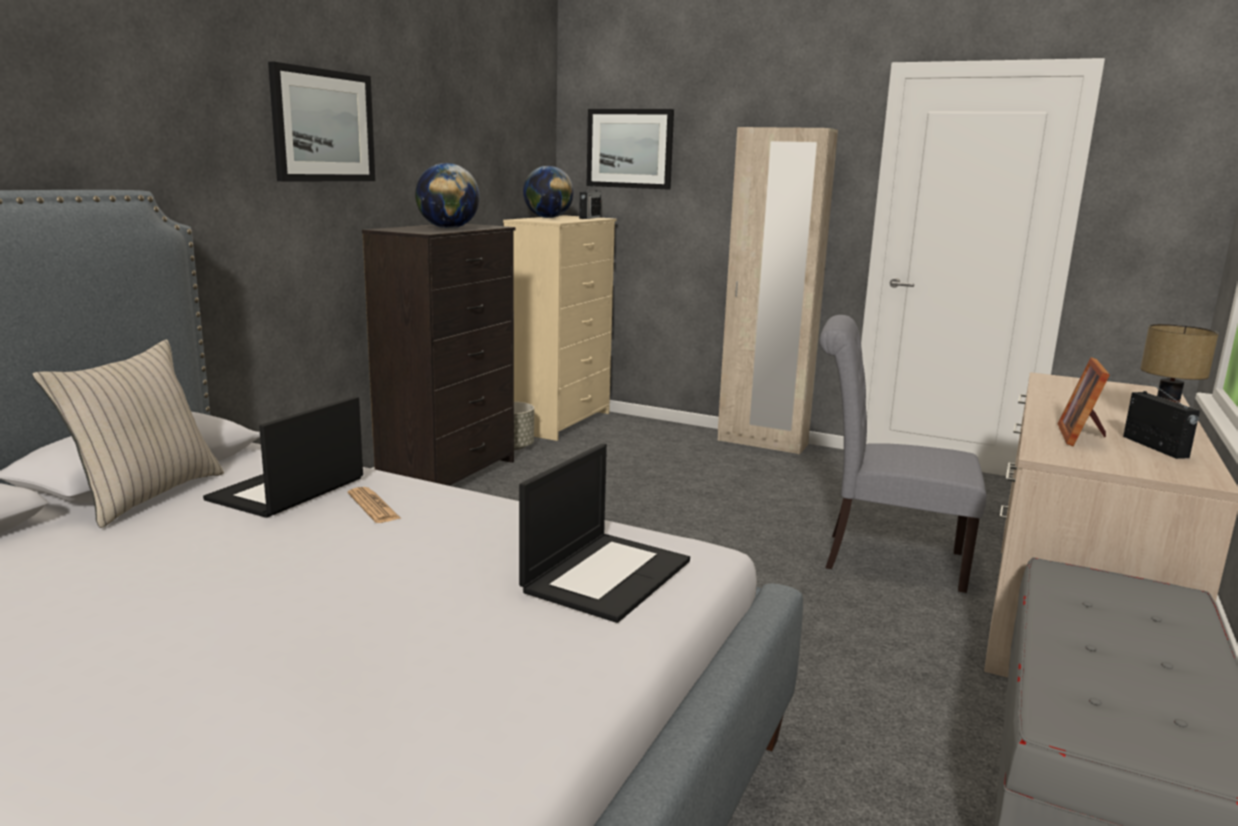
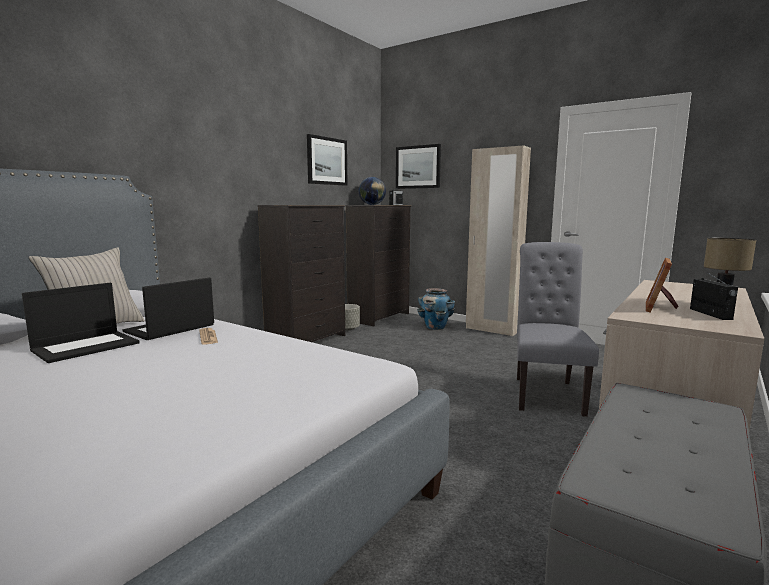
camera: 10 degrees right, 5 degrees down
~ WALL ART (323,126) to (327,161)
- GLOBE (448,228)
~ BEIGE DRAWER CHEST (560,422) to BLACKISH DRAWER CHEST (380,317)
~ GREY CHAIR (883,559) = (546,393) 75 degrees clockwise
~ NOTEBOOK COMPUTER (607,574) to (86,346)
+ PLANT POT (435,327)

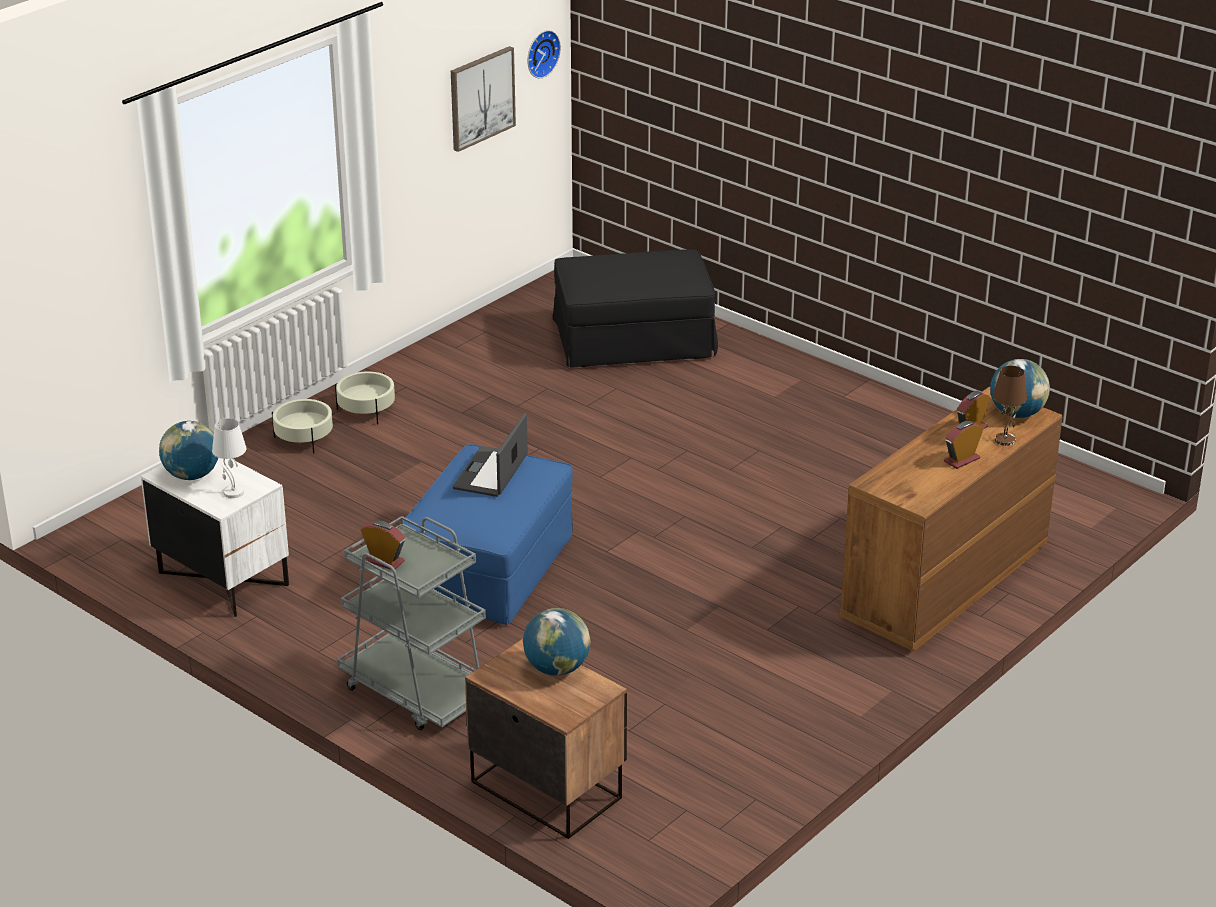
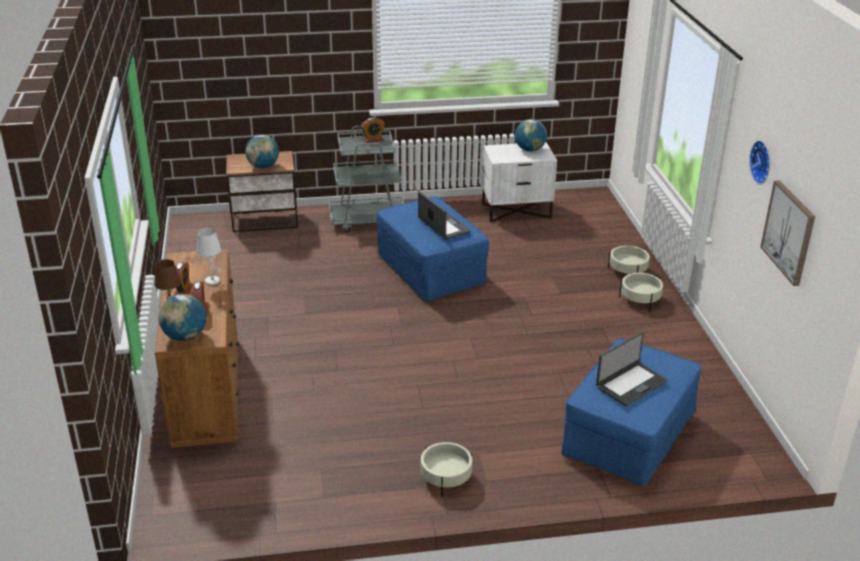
camera: 130 degrees right, 0 degrees up
~ WALL CLOCK (540,53) to (763,162)
~ BLACKISH FOOTREST (634,341) to BLUISH FOOTREST (627,435)
~ WHITE TABLETOP LAMP (233,492) to (213,281)
+ NOTEBOOK COMPUTER (630,384)
+ BEIGE PLANT POT (446,478)

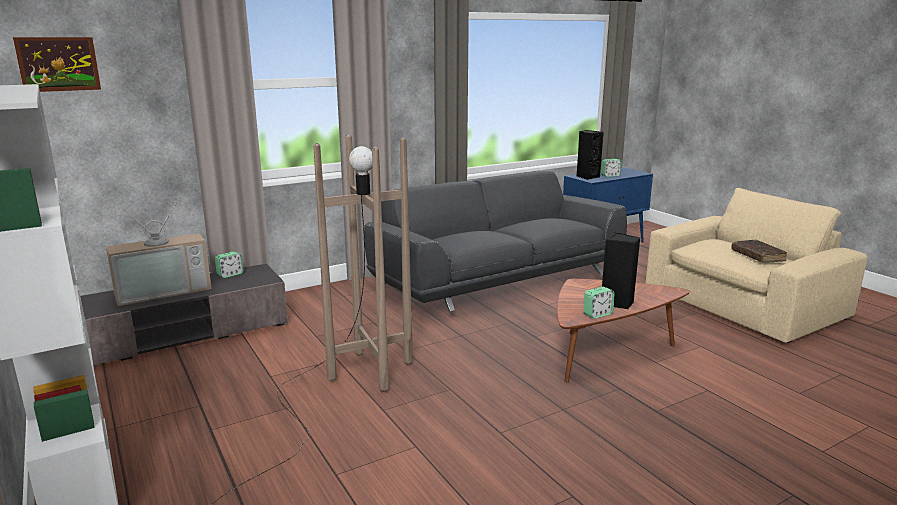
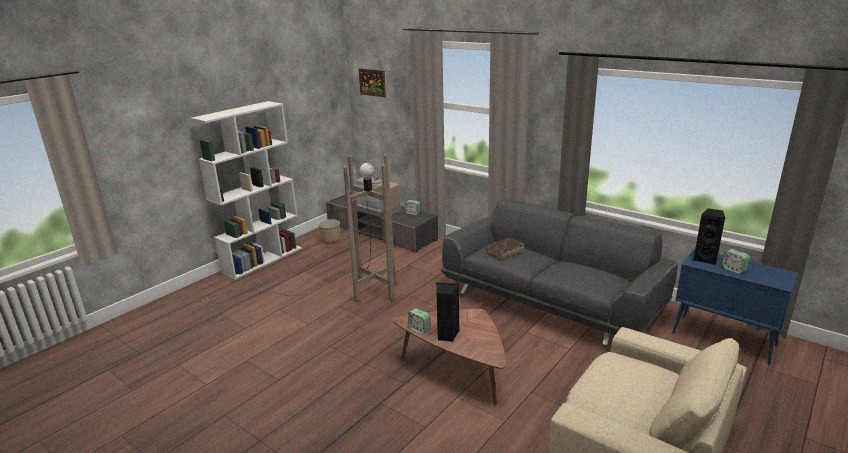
camera: 70 degrees right, 5 degrees up
~ BROWN-COLOURED BOUND BOOK (757,256) to (505,251)
+ PLANT POT (330,240)

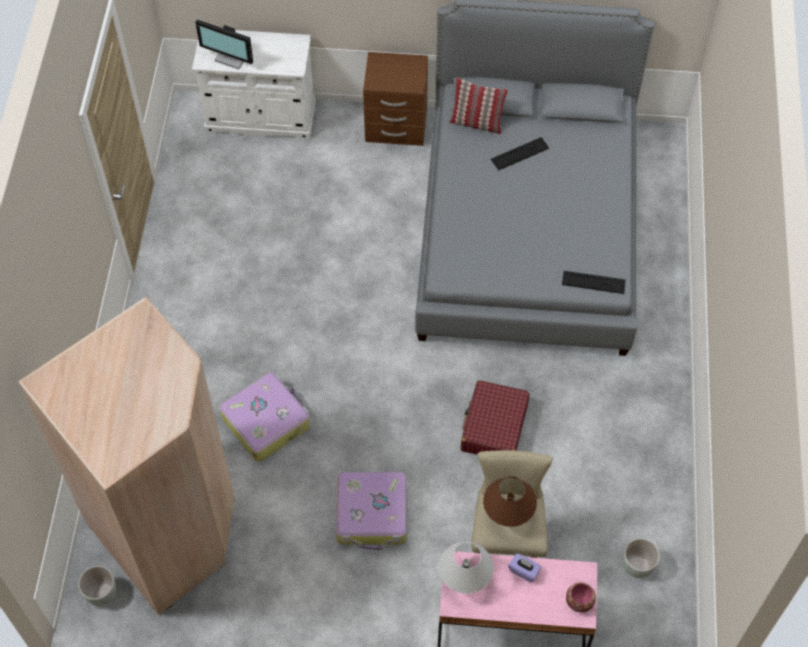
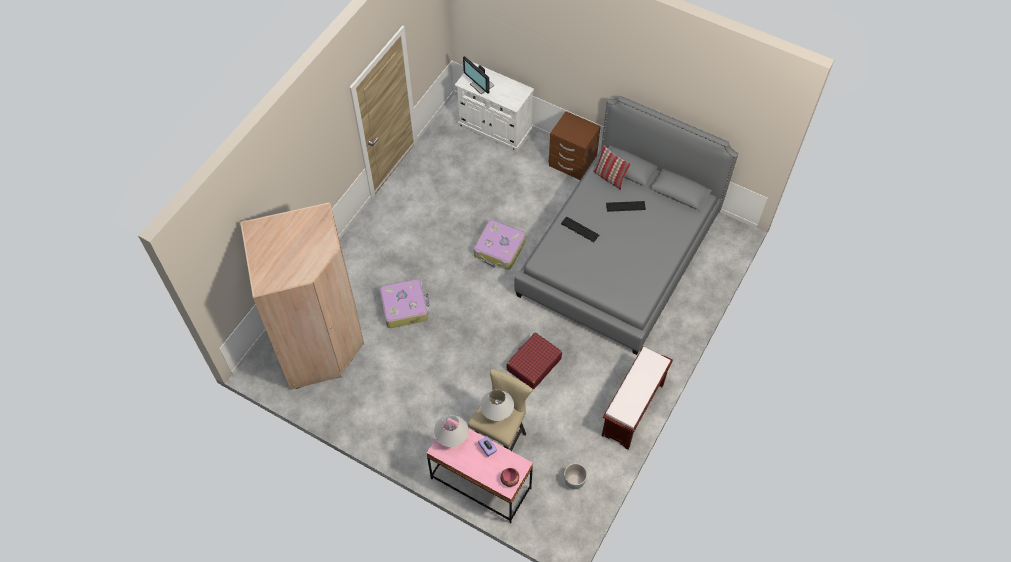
camera: 25 degrees right, 0 degrees up
~ PC KEYBOARD (593,282) to (579,229)
~ SUITCASE (372,514) to (499,249)
~ BROWN-COLOURED TABLETOP LAMP (508,513) to WHITE TABLETOP LAMP (497,412)
- GREY PLANT POT (102,593)
+ BROWN-COLOURED INDOOR BENCH (632,411)

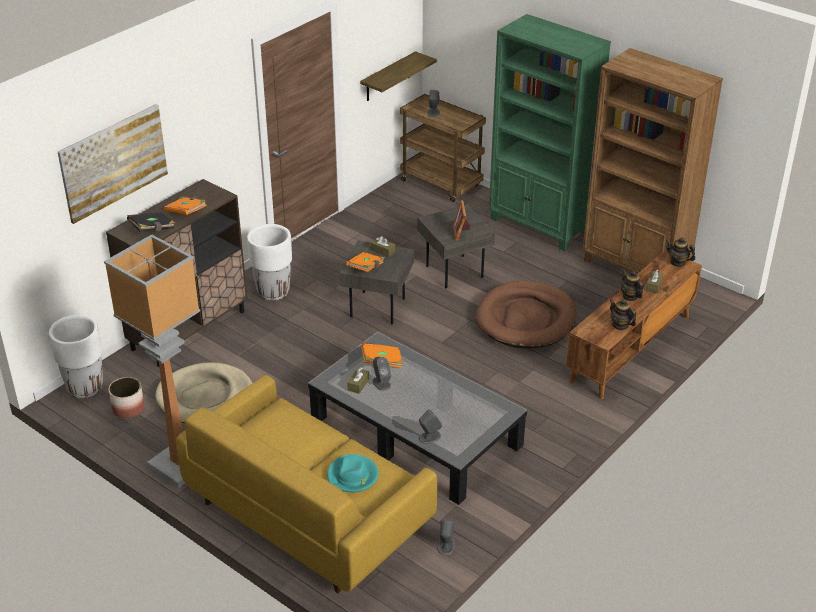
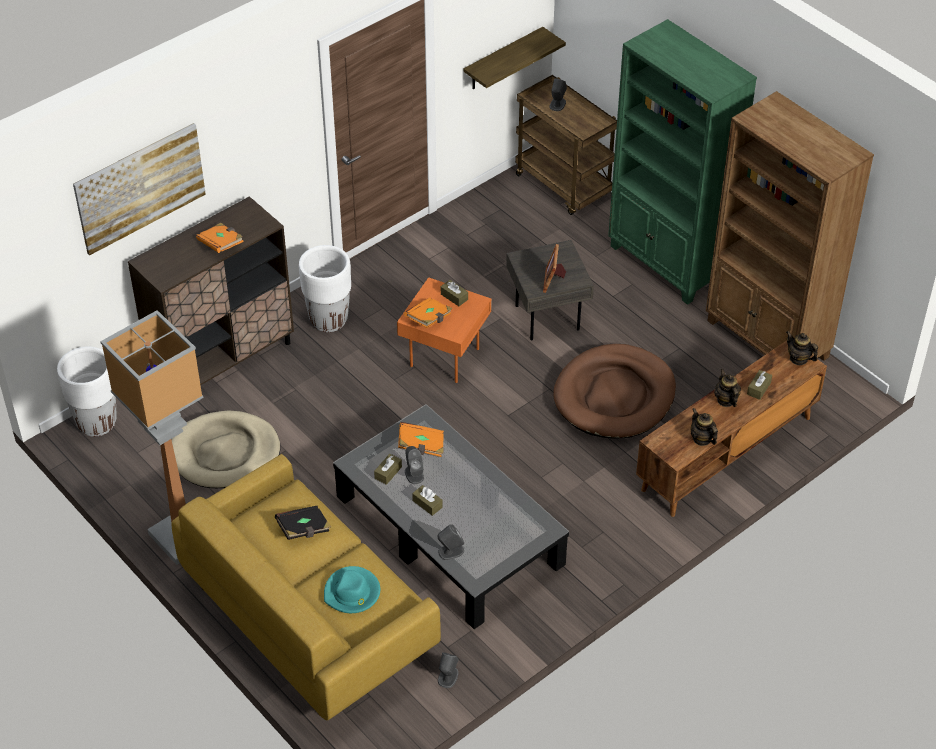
camera: 10 degrees right, 10 degrees up
~ BLACKISH BOUND BOOK (152,229) to (304,529)
~ GREY END TABLE (378,308) to ORANGE-COLOURED END TABLE (445,359)
- PLANT POT (128,408)
+ BROWN-COLOURED TISSUE HOLDER (427,504)

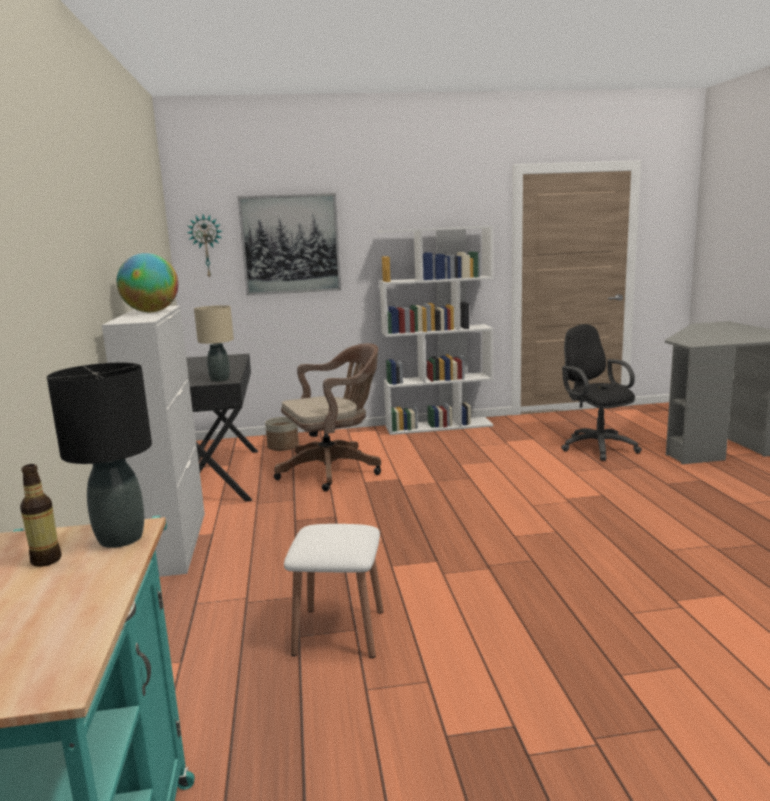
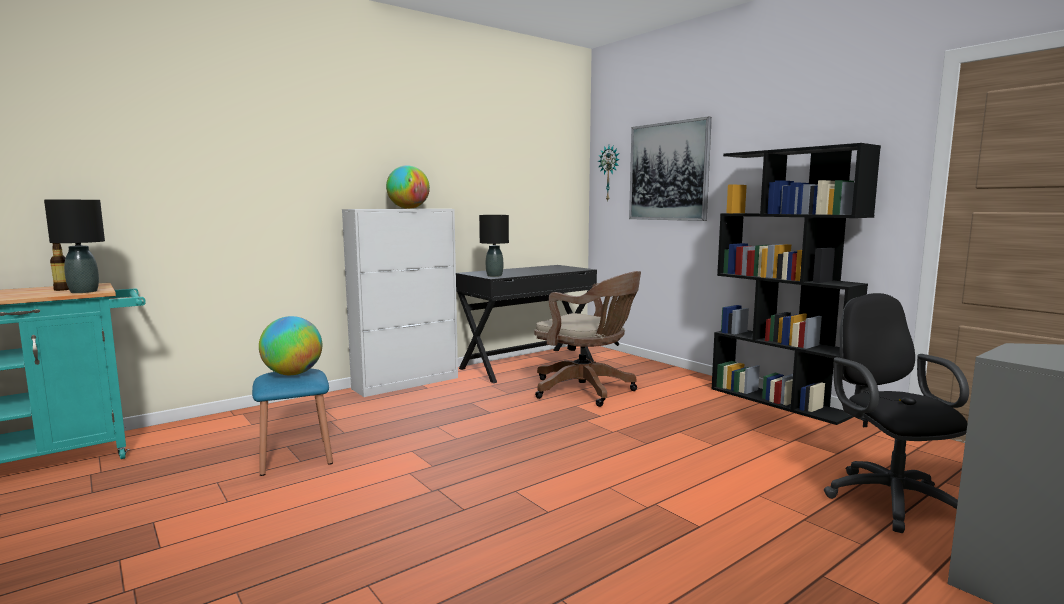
camera: 60 degrees right, 5 degrees down
~ WHITE SHELVING UNIT (439,426) to BLACKISH SHELVING UNIT (779,401)
~ BEIGE TABLETOP LAMP (220,379) to BLACKISH TABLETOP LAMP (494,276)
~ BLACKISH DESK CHAIR (596,447) = (887,498) 45 degrees counterclockwise
- PLANT POT (283,446)
~ WHITE STOOL (339,632) to BLUISH STOOL (295,456)
+ GLOBE (292,374)

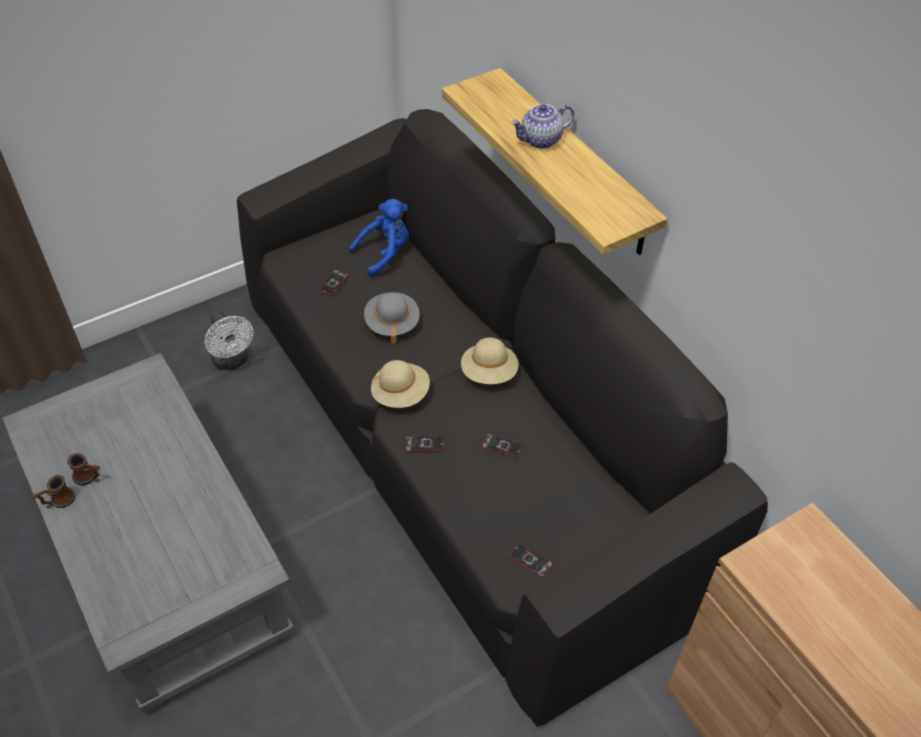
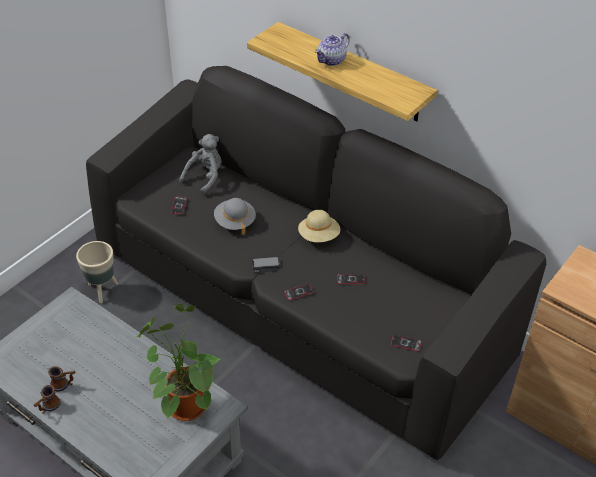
camera: 20 degrees left, 5 degrees down
~ BLUISH PLUSH TOY (385,253) to GREY PLUSH TOY (205,177)
~ WHITE FAN (232,361) to BEIGE PLANT POT (102,290)
~ BEIGE WEARABLE HAT (400,394) to HANDSET (266,265)
+ HOUSEPLANT (183,404)

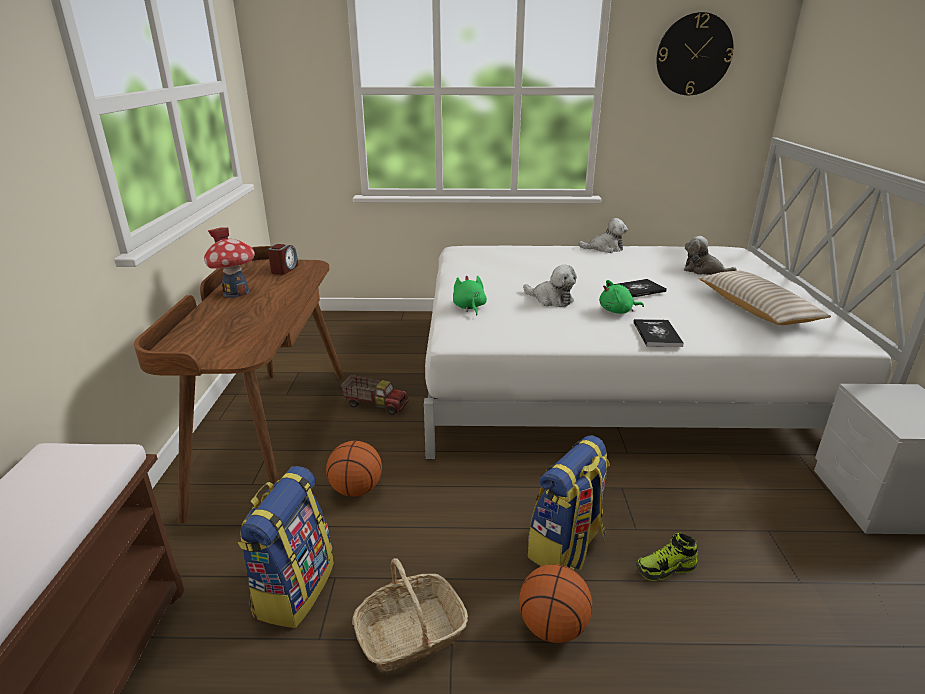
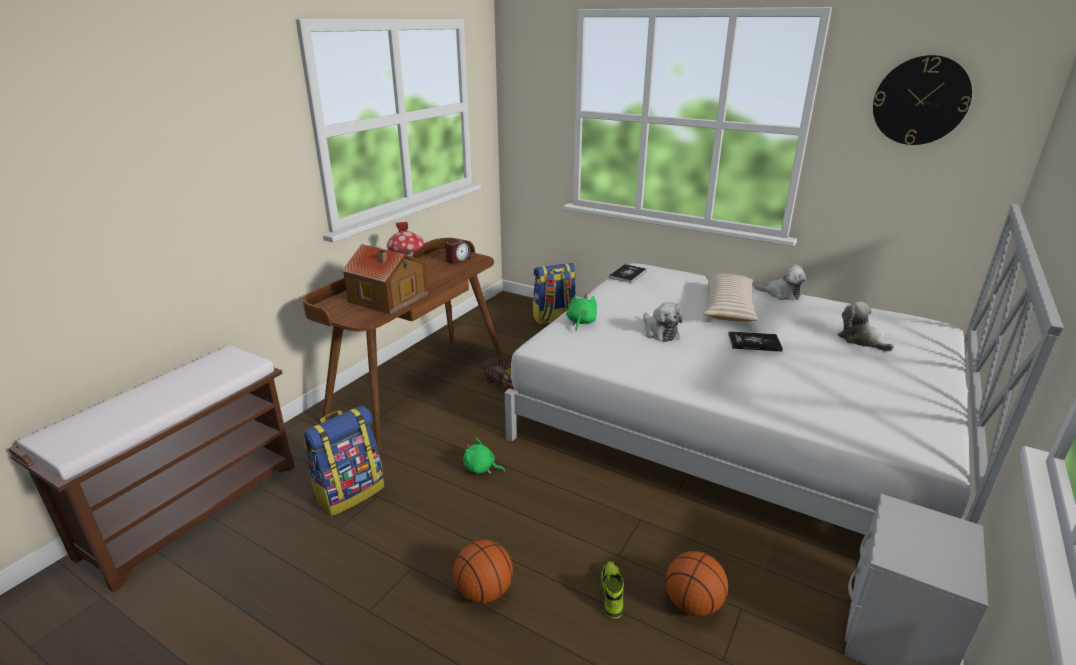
camera: 30 degrees right, 0 degrees up
~ BEIGE THROW PILLOW (756,309) to (728,307)
~ GREEN PLUSH TOY (617,311) to (481,468)
~ BOUND BOOK (657,334) to (627,274)
~ BACKPACK (566,548) to (554,319)
~ BASKETBALL (356,489) to (692,603)
~ ITEM OF FOOTWEAR (665,568) = (611,594) 75 degrees clockwise
- STORAGE BASKET (411,634)
+ TOY HOUSE (388,299)

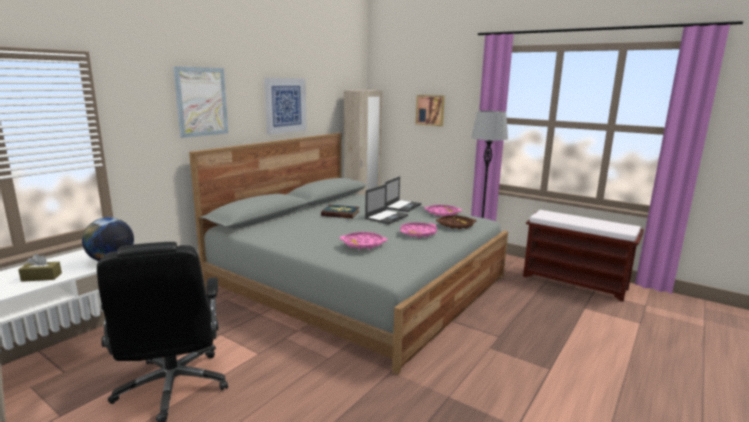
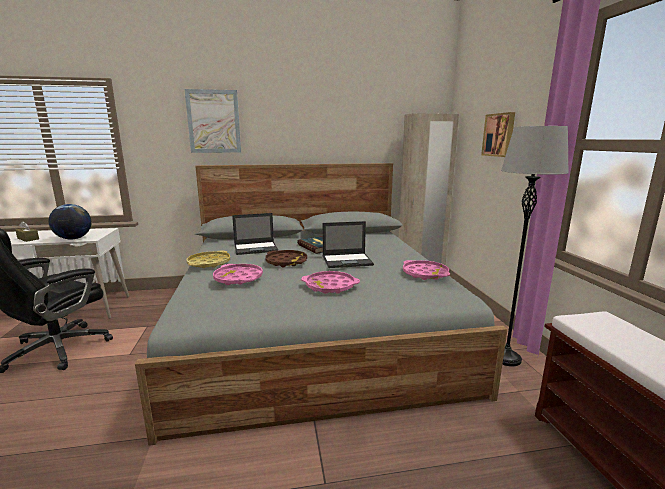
camera: 45 degrees right, 0 degrees up
- WALL ART (285,105)
~ NOTEBOOK COMPUTER (403,206) to (256,248)
~ BROWN-COLOURED CARRYING TRAY (455,225) to (286,262)
+ YELLOWISH CARRYING TRAY (209,263)

